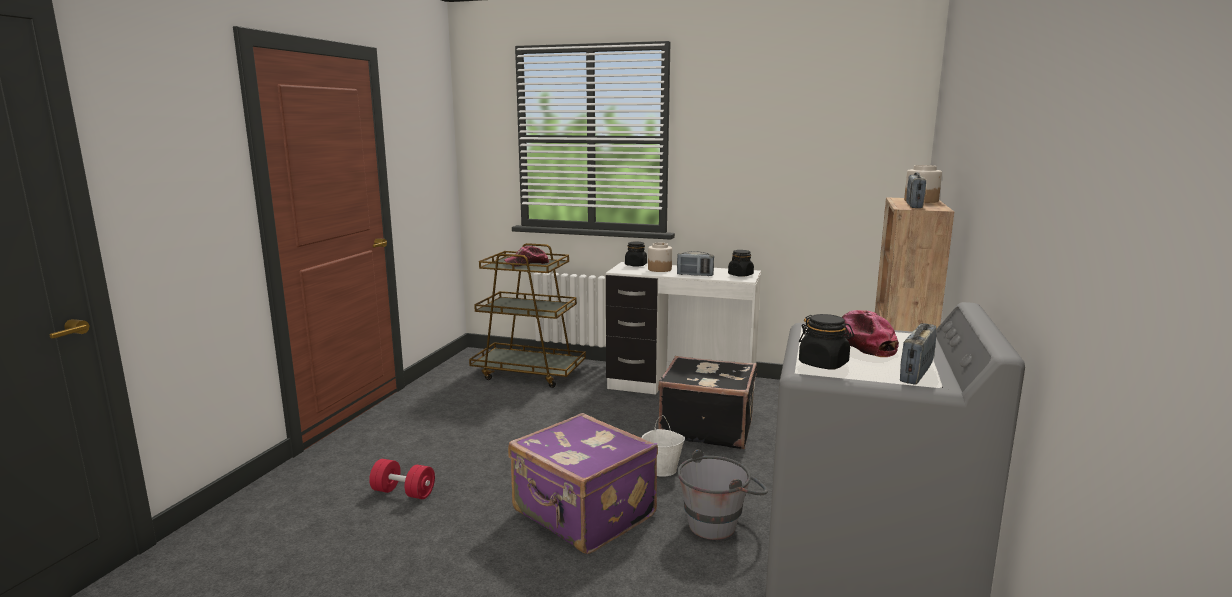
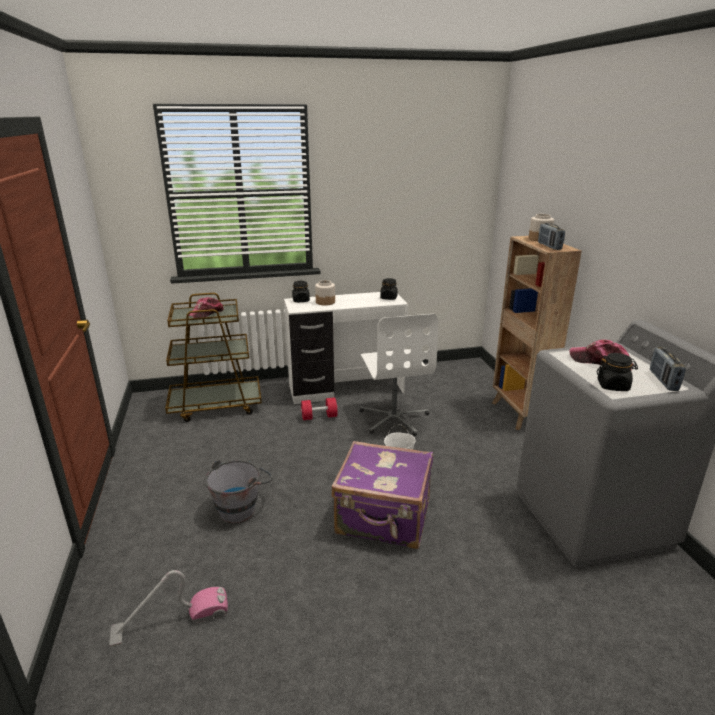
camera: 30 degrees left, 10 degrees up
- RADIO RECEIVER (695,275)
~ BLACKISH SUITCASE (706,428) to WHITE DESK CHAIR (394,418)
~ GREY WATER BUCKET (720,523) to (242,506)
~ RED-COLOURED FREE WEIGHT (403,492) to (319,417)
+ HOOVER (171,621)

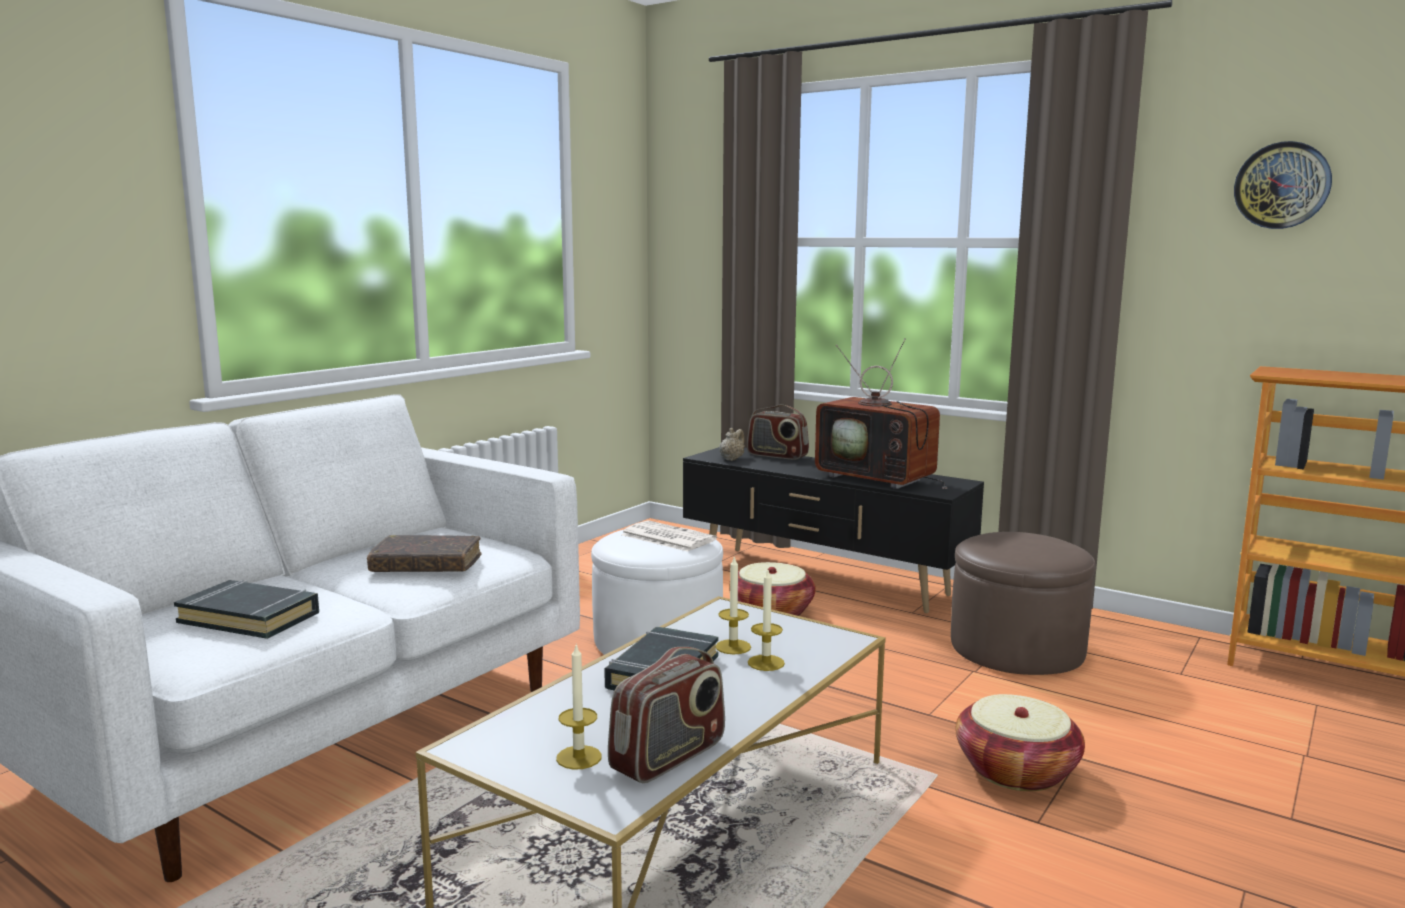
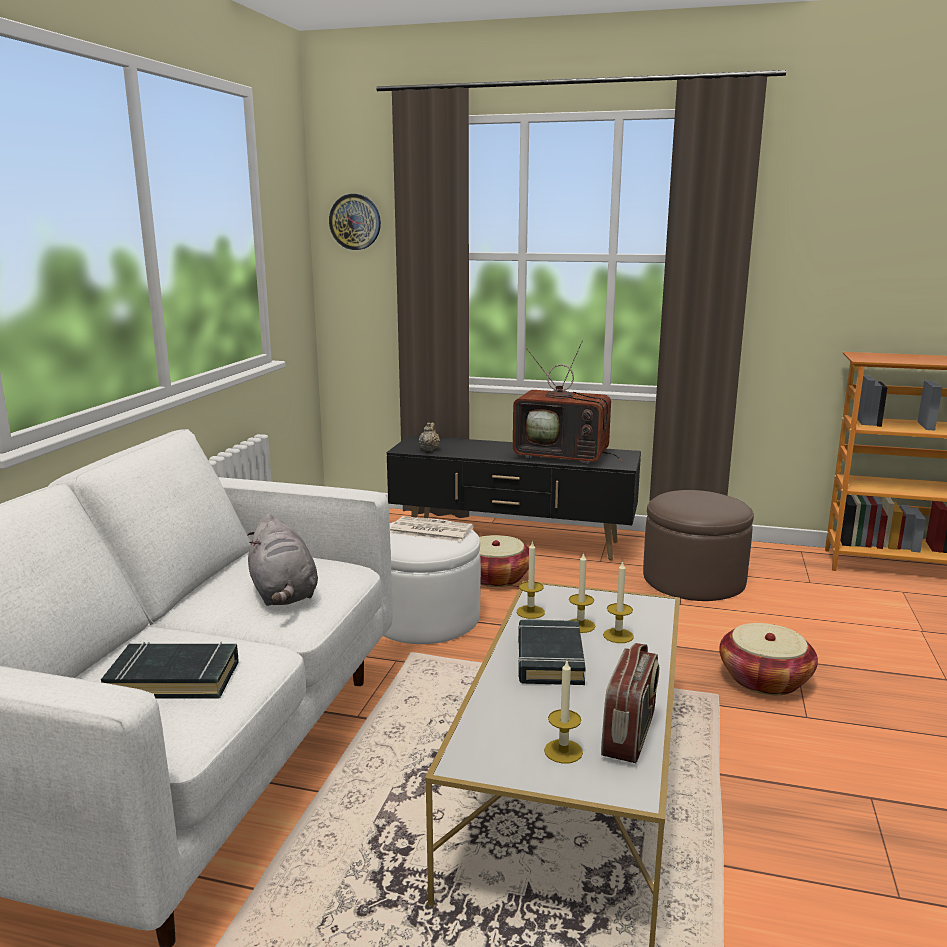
camera: 20 degrees left, 5 degrees up
~ WALL CLOCK (1282,185) to (355,222)
- RADIO RECEIVER (777,455)
~ BROWN-COLOURED BOUND BOOK (426,566) to GREY PLUSH TOY (283,594)
+ WAX CANDLE (530,612)

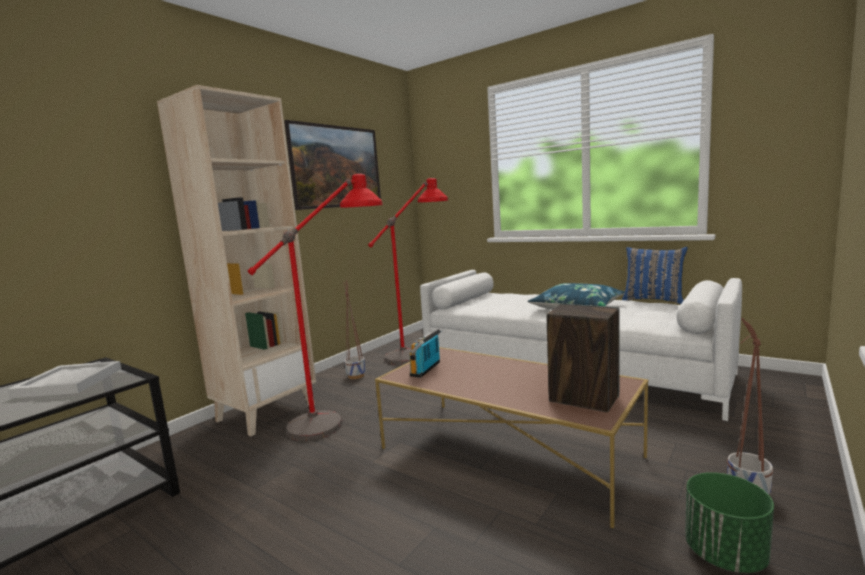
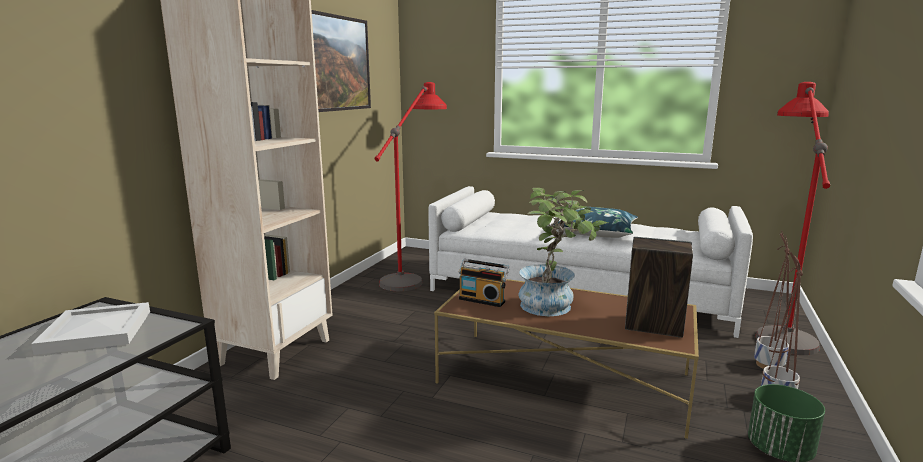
camera: 15 degrees left, 5 degrees up
~ RED-COLOURED STANDARD LAMP (343,411) to (779,325)
- BLUISH THROW PILLOW (653,300)
~ PLANT POT (355,376) to (768,365)
~ RADIO RECEIVER (427,369) = (482,300) 75 degrees counterclockwise
+ HOUSEPLANT (554,306)

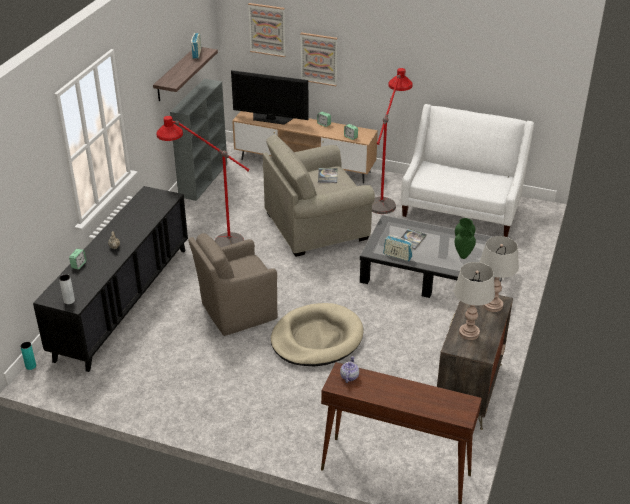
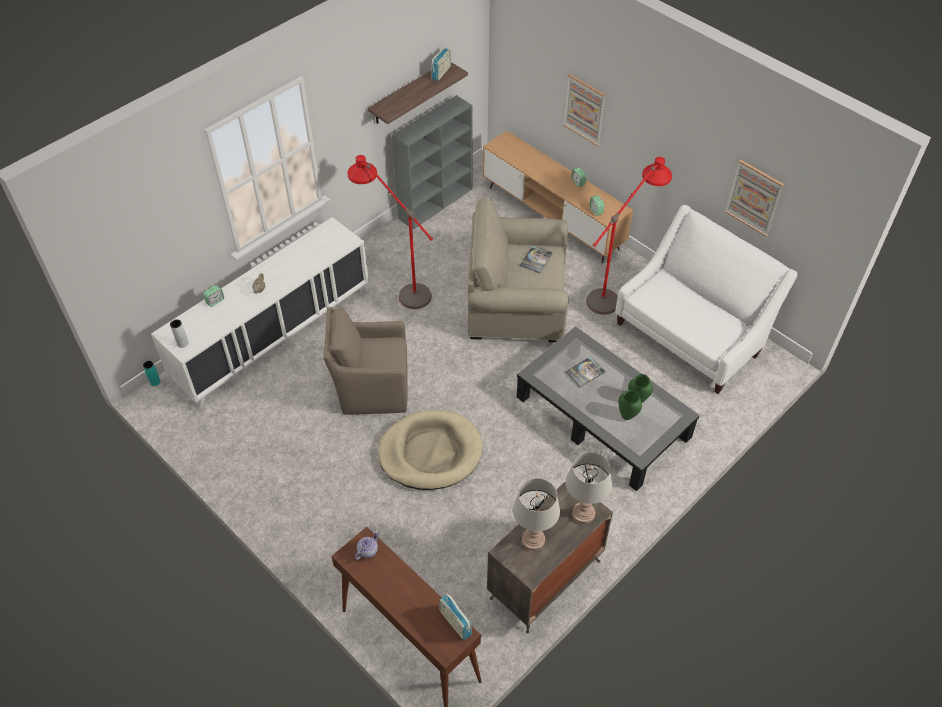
camera: 25 degrees right, 15 degrees up
~ WALL ART (267,29) to (754,197)
- TELEVISION (271,119)
~ BLACKISH CUPBOARD (123,302) to WHITE CUPBOARD (273,336)
~ RADIO RECEIVER (397,256) to (455,622)

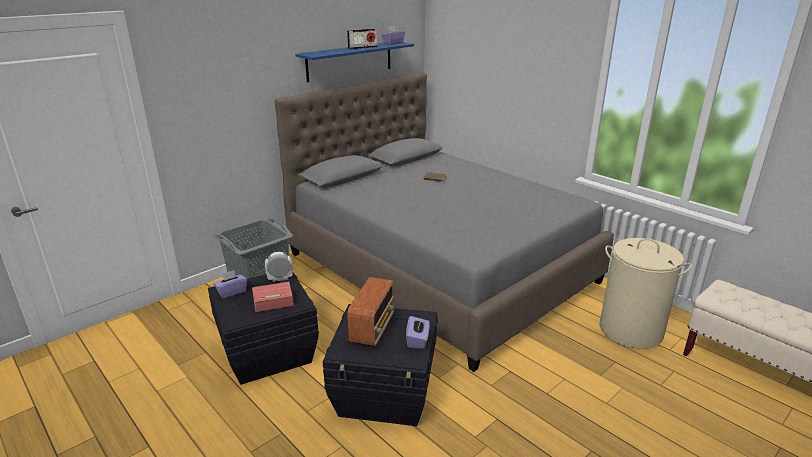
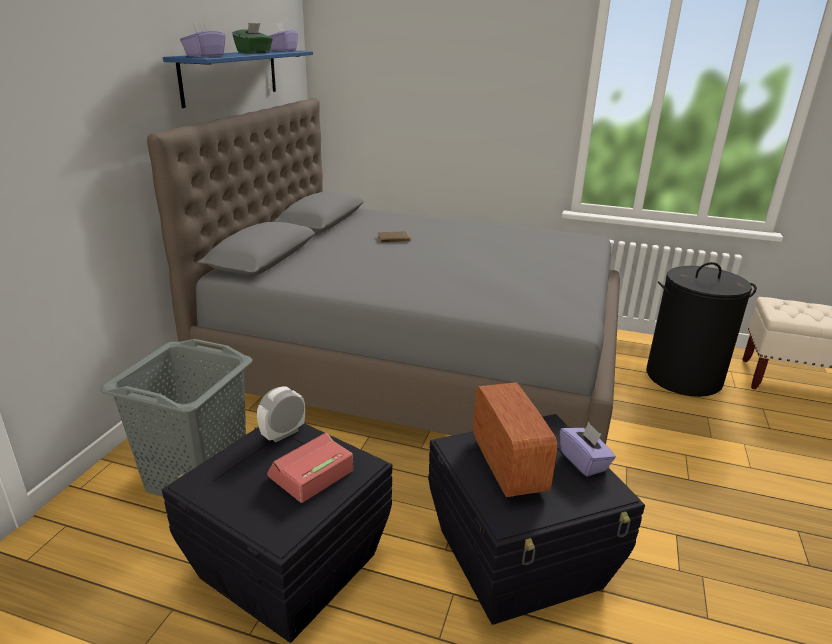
camera: 30 degrees left, 0 degrees up
~ RADIO RECEIVER (362,48) to GREEN TISSUE HOLDER (254,53)
~ BEIGE WASHING BASKET (631,330) to BLACKISH WASHING BASKET (683,377)
~ PURPLE TISSUE HOLDER (232,292) to (205,56)

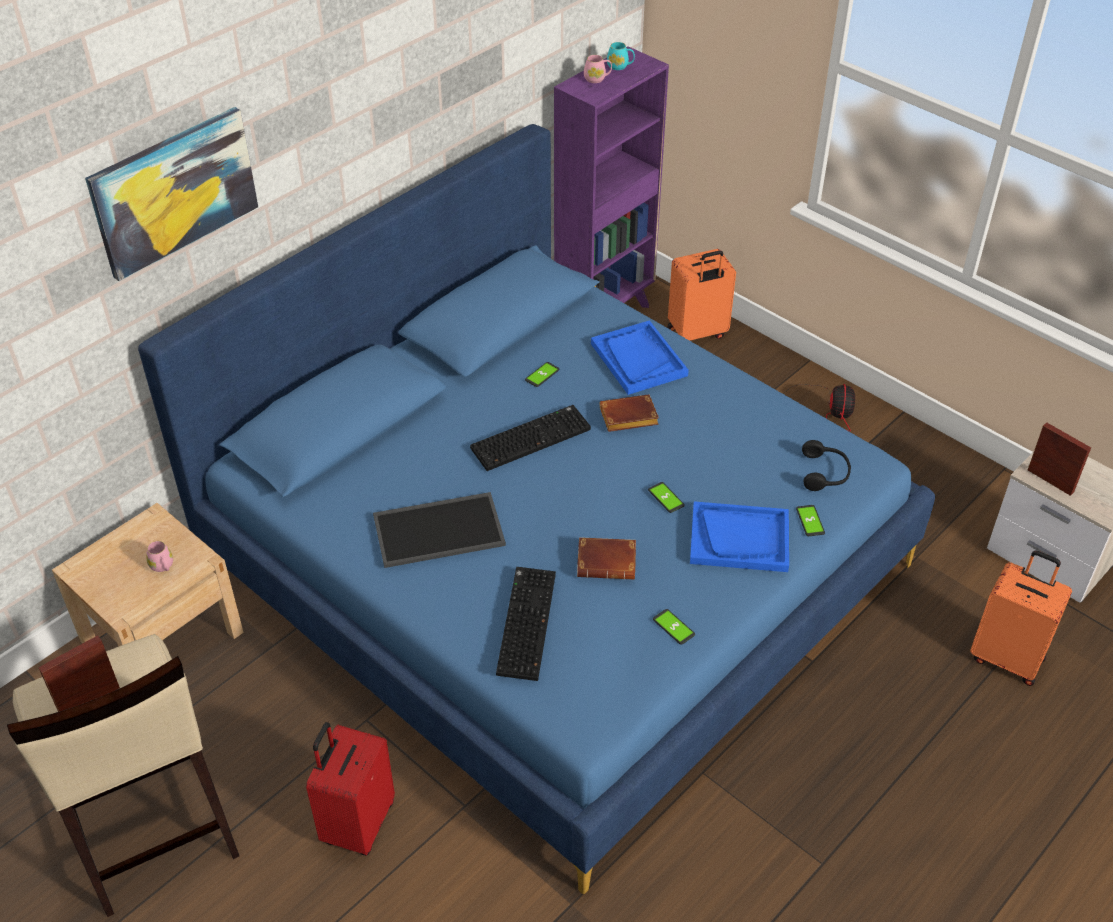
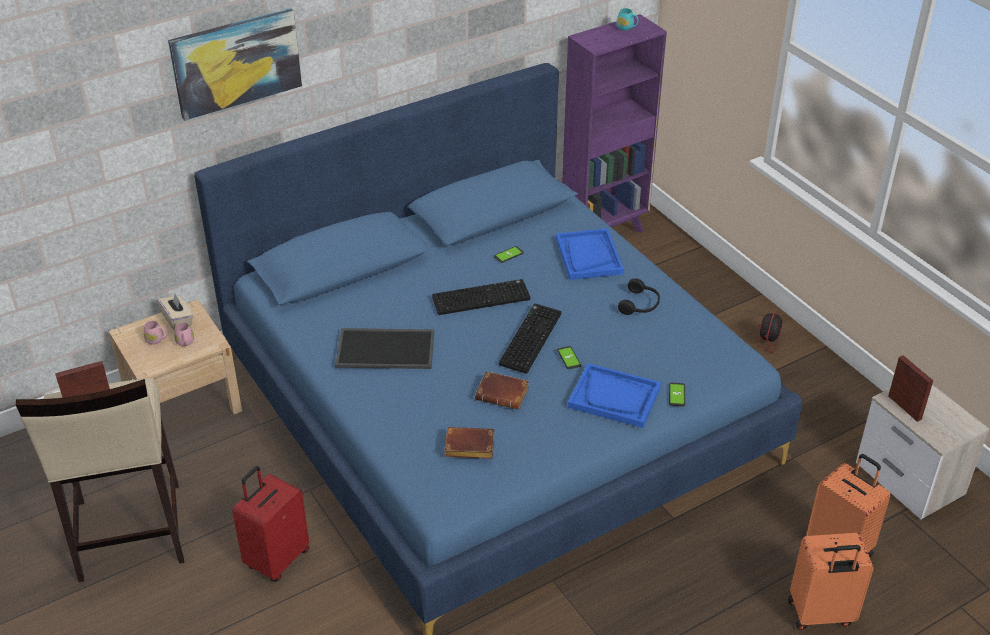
camera: 15 degrees right, 5 degrees down
~ PINKISH COFFEE MUG (597,79) to (157,340)
~ ORANGE-COLOURED SUITCASE (697,334) to (820,614)
~ BROWN-COLOURED BOUND BOOK (627,418) to (468,447)
~ BLACKISH HEADSET (825,473) to (640,305)
~ PC KEYBOARD (524,622) to (529,338)
- HANDSET (673,627)
+ BEIGE TISSUE HOLDER (178,320)

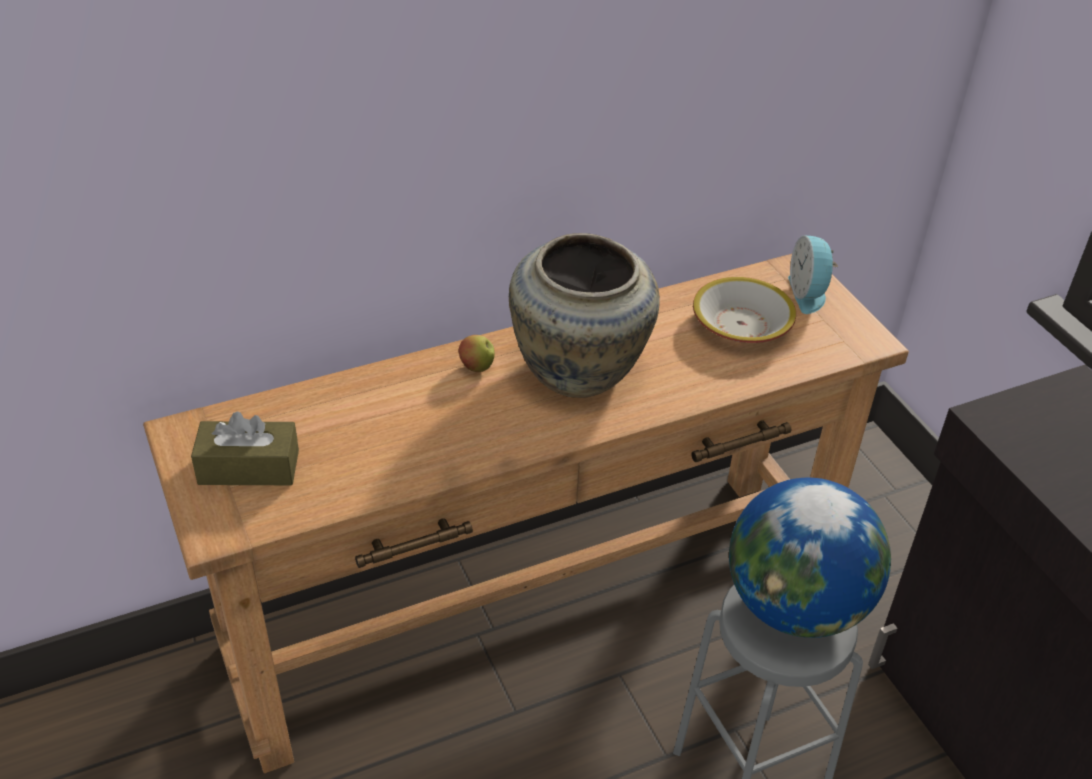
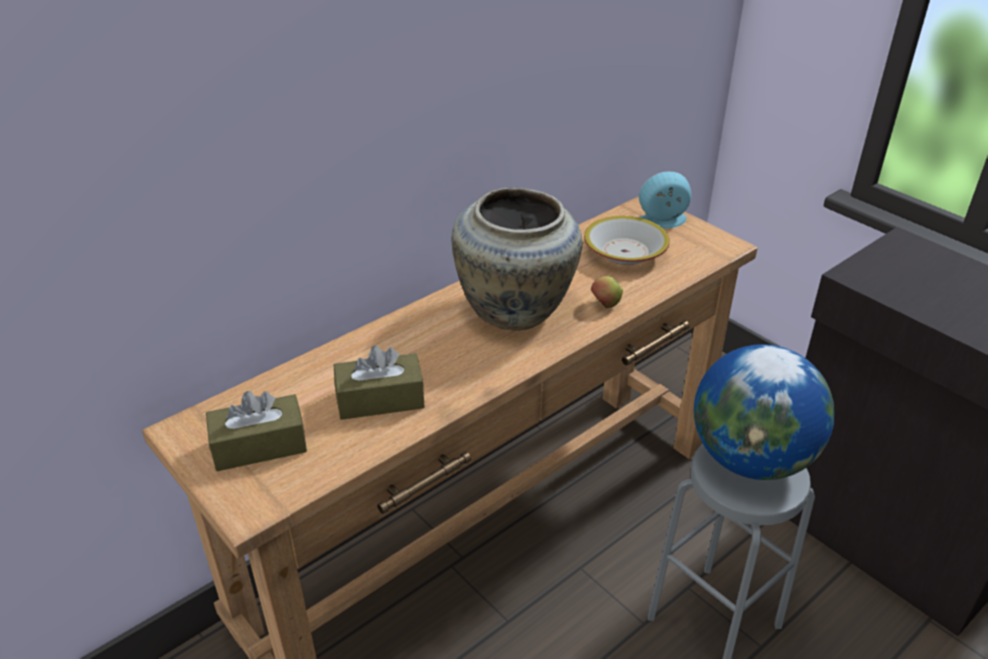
camera: 15 degrees left, 5 degrees down
~ TABLE CLOCK (808,293) = (663,221) 105 degrees clockwise
~ WHOLE APPLE (476,367) to (605,305)
+ BROWN-COLOURED TISSUE HOLDER (380,399)

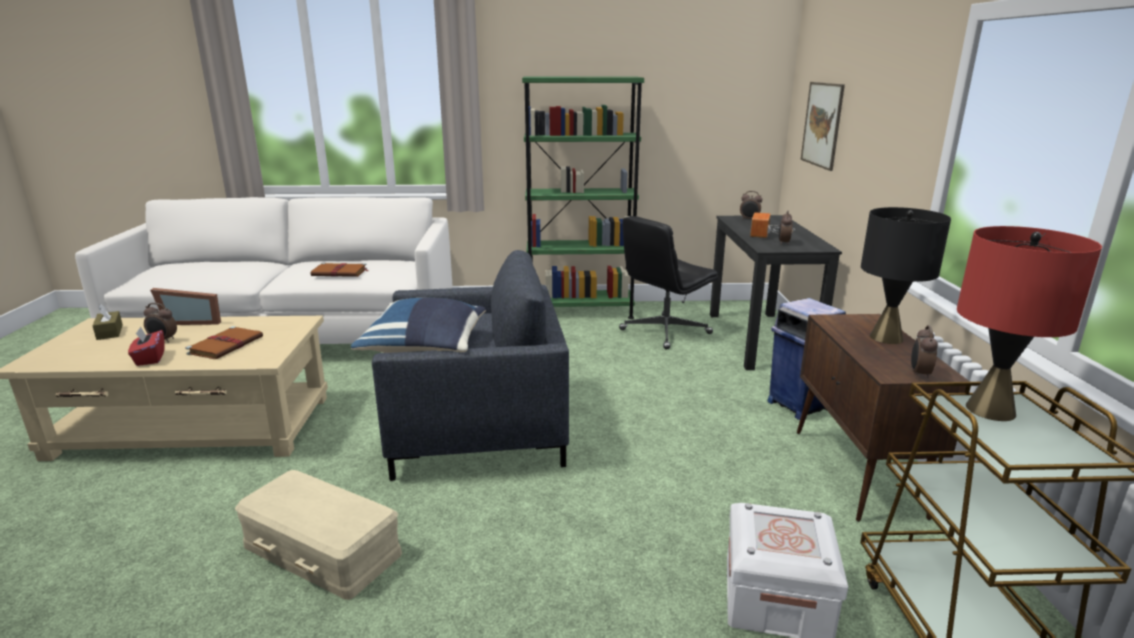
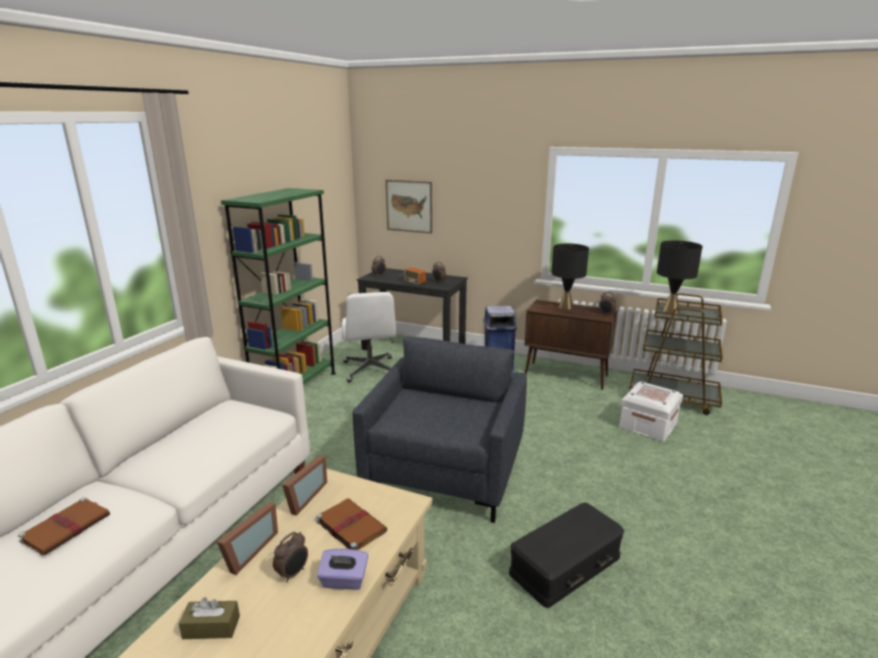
camera: 65 degrees left, 0 degrees up
~ BLACKISH DESK CHAIR (664,332) to WHITE DESK CHAIR (370,370)
~ RED-COLOURED TABLETOP LAMP (990,410) to BLACKISH TABLETOP LAMP (670,310)
~ BROWN-COLOURED BOUND BOOK (340,272) to (67,527)
- BLUISH THROW PILLOW (426,349)
~ RED-COLOURED TISSUE HOLDER (150,358) to PURPLE TISSUE HOLDER (344,581)
~ BEIGE STORAGE CONTAINER (321,550) to BLACKISH STORAGE CONTAINER (566,565)
+ PHOTO FRAME (303,498)

